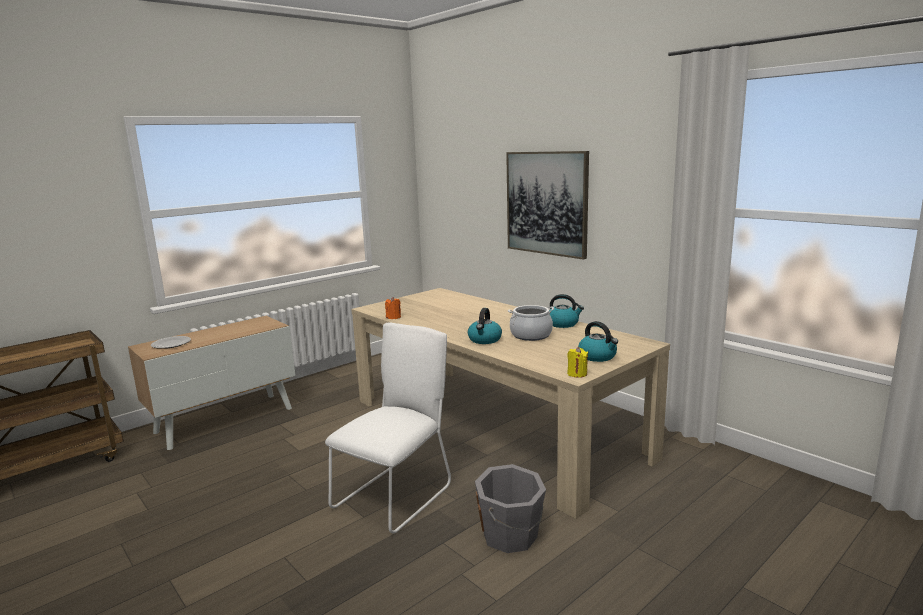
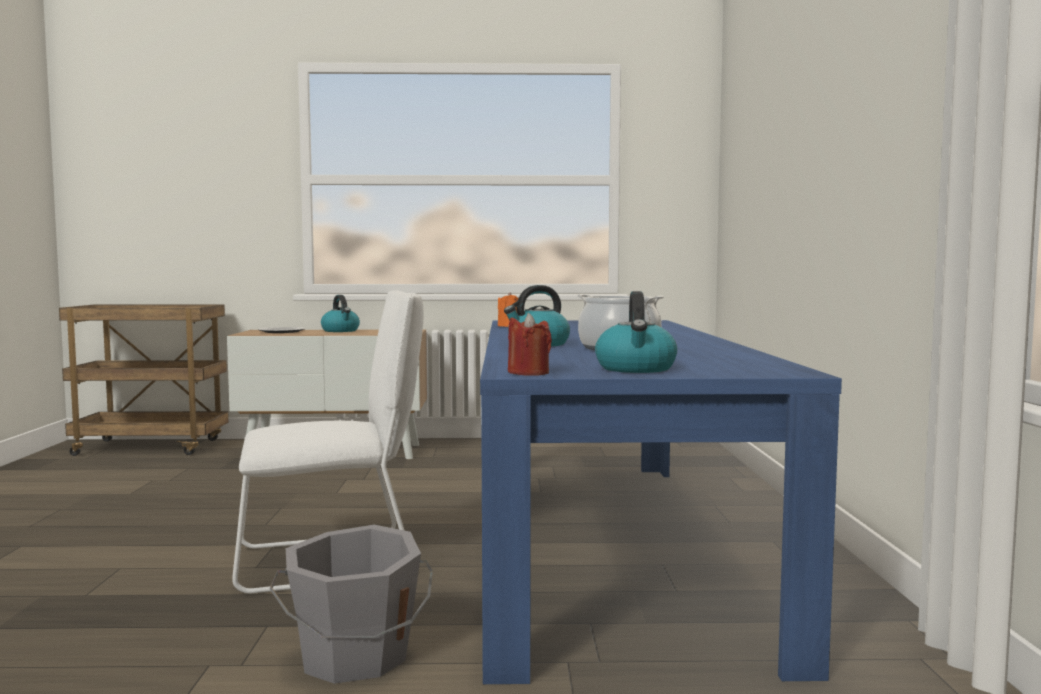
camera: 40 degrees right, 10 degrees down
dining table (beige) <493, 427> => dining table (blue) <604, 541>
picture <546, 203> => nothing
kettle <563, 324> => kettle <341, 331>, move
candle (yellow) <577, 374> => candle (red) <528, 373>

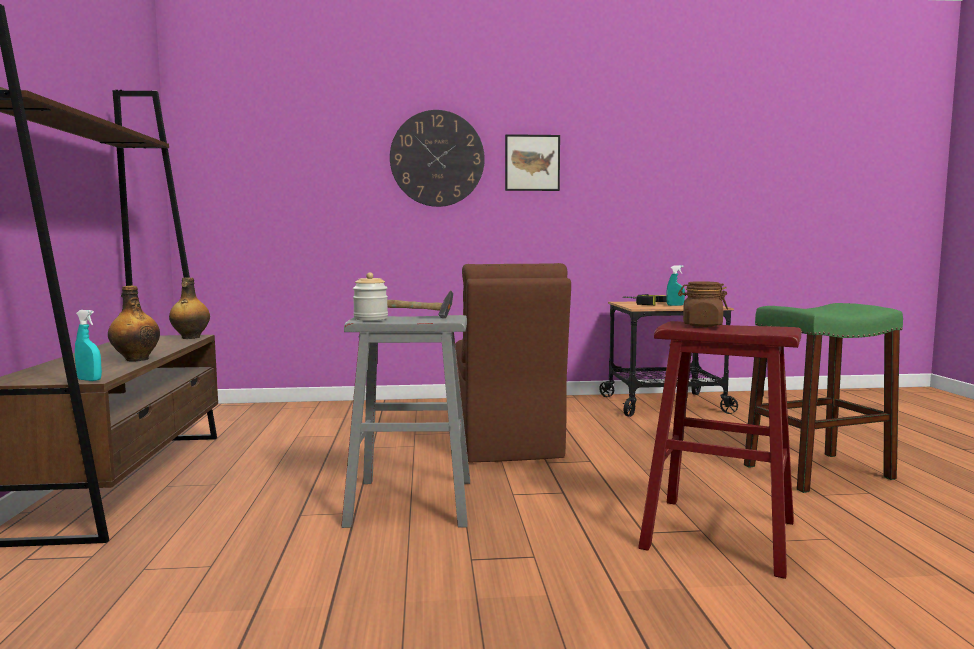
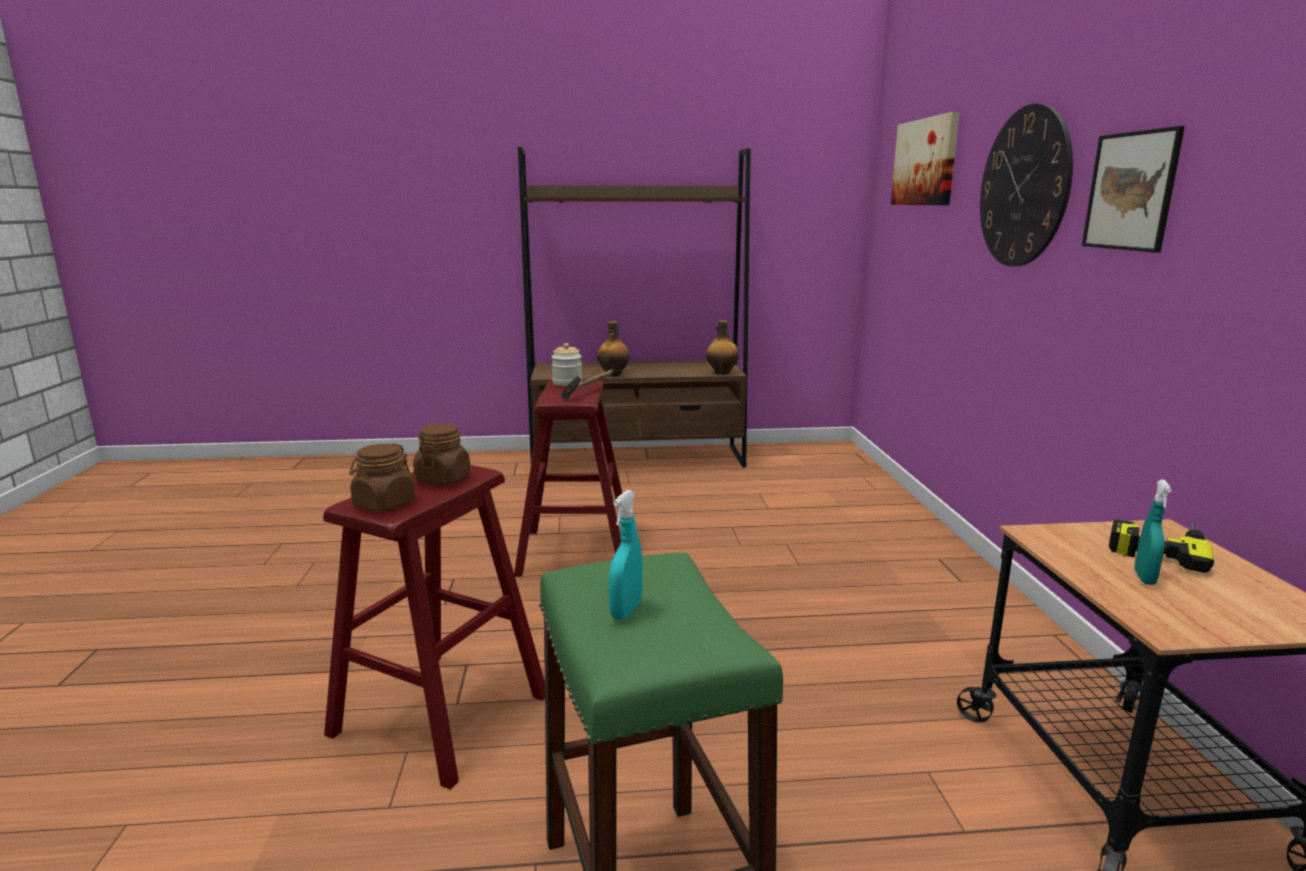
camera: 90 degrees right, 10 degrees up
spray bottle (turquoise) <89, 380> => spray bottle (turquoise) <626, 610>, move
stool (grey) <411, 502> => stool (red) <576, 552>
chair (brown) <506, 444> => nothing
nothing => jar (brown) <384, 504>
nothing => picture <925, 162>

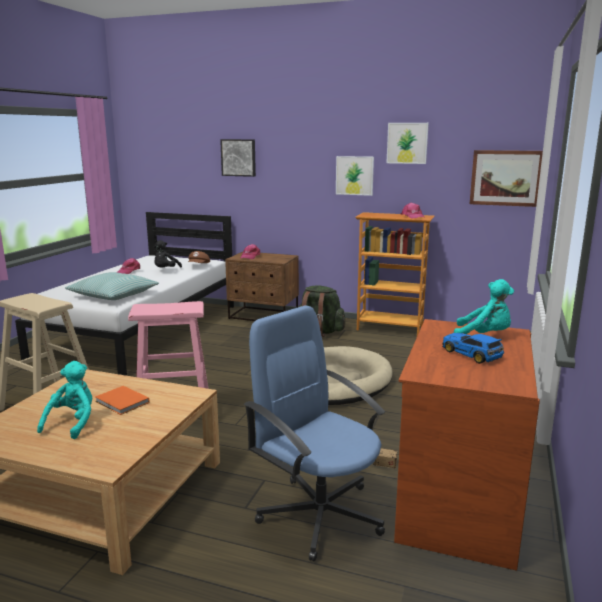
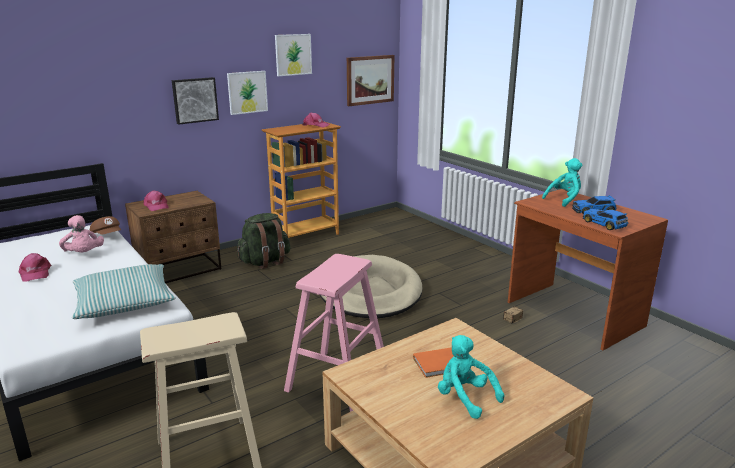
camera: 55 degrees left, 5 degrees up
plush toy (black) <166, 270> => plush toy (pink) <84, 254>
picture <239, 157> => picture <195, 100>, move
office chair (blue) <319, 514> => nothing
nothing => toy car <604, 224>

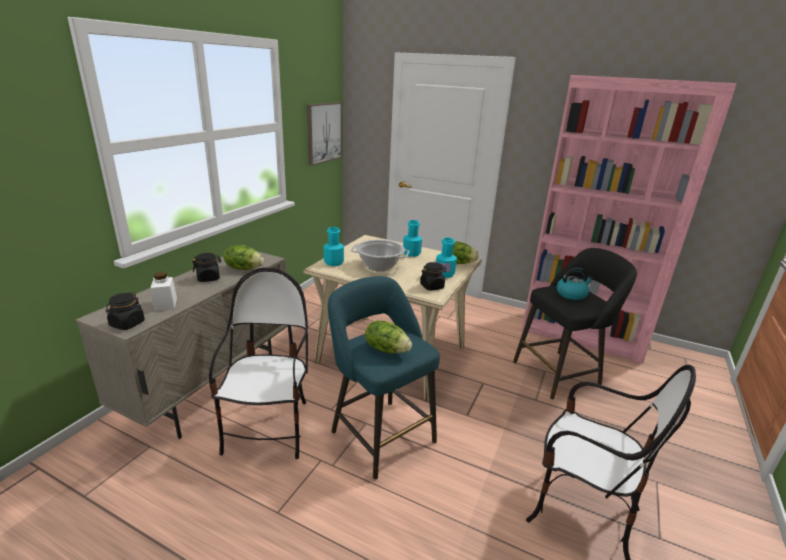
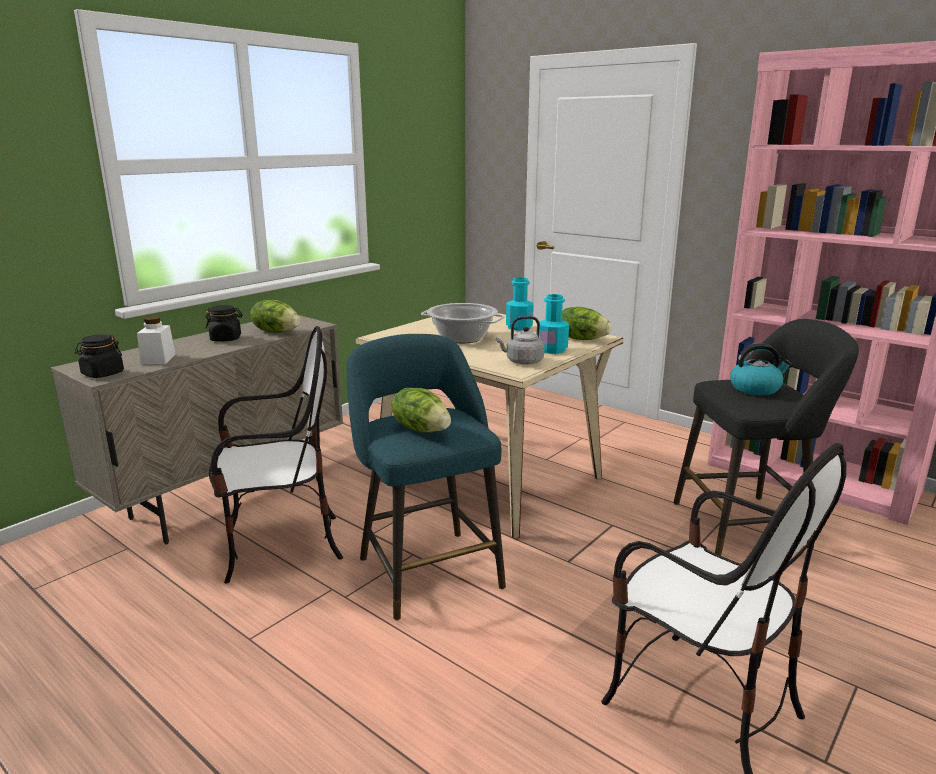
camera: 15 degrees right, 5 degrees down
chair <269, 428> => chair <281, 546>, 60 degrees clockwise
picture <324, 132> => nothing
bottle (turquoise) <333, 262> => nothing
jar (black) <432, 286> => kettle (grey) <522, 361>

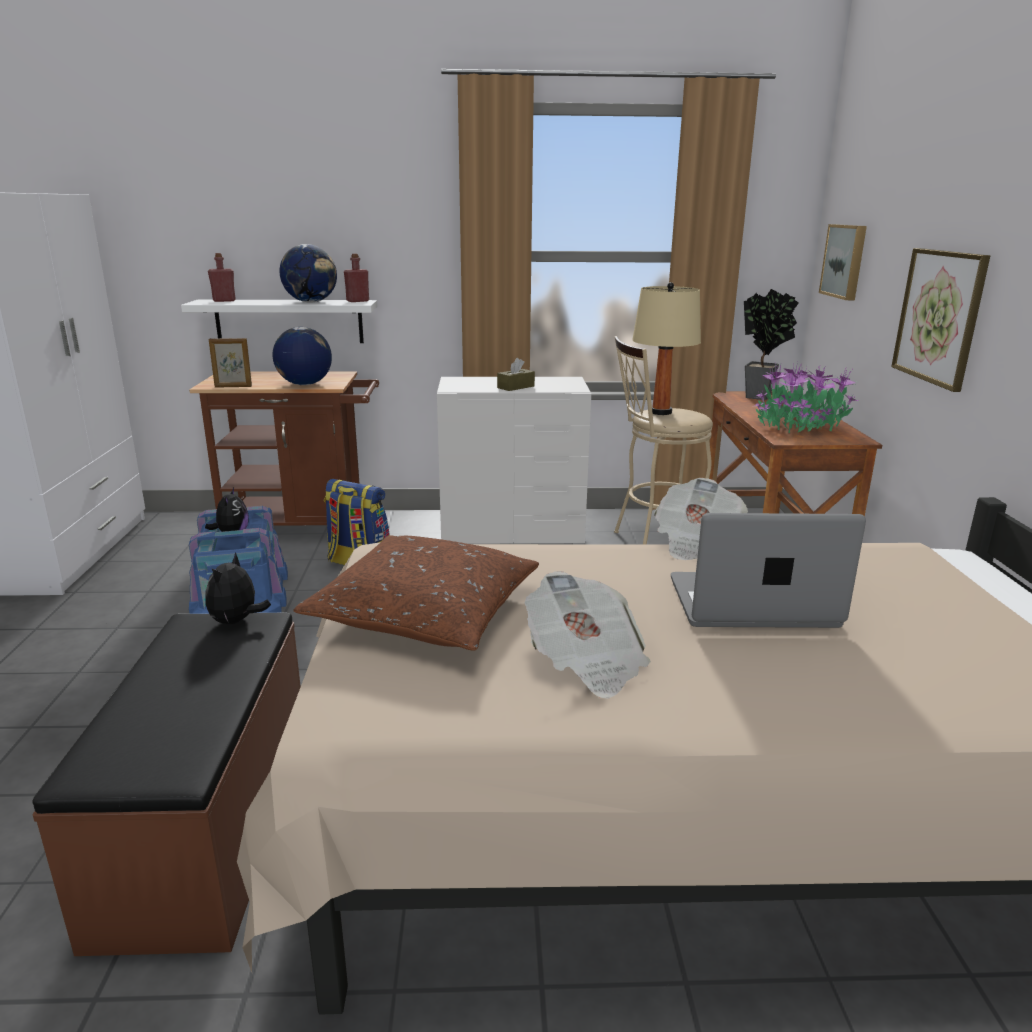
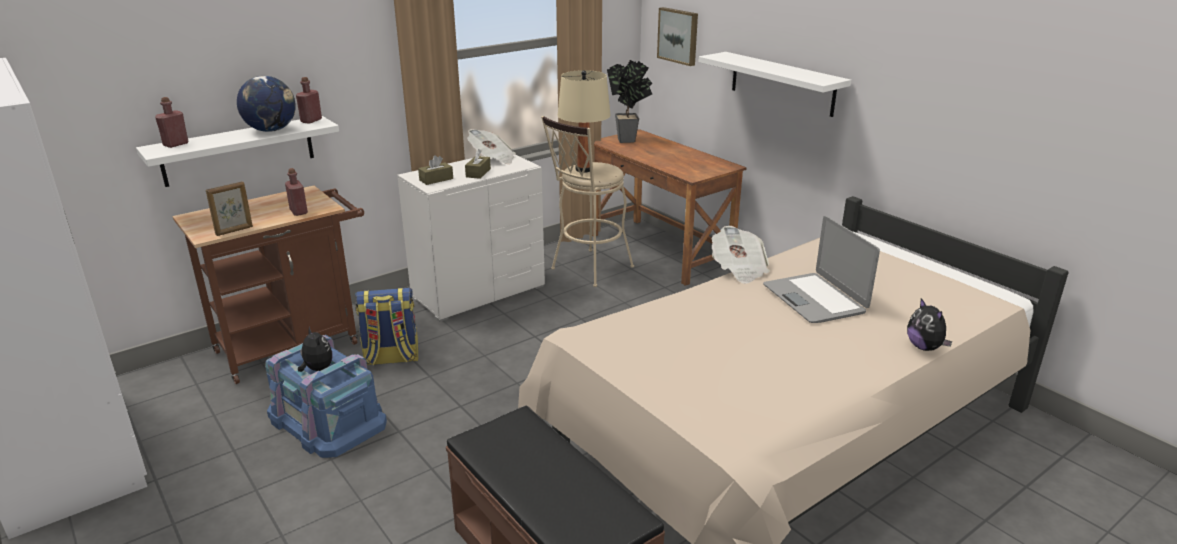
camera: 35 degrees left, 5 degrees up
plush toy <237, 621> => plush toy <925, 347>, move
globe <304, 384> => bottle (red) <298, 212>
pillow (brown) <426, 611> => nothing
newspaper <586, 662> => newspaper <493, 159>, move
laptop <752, 604> => laptop <815, 299>, 75 degrees counterclockwise
potted plant <799, 426> => nothing
picture <939, 316> => shelf (white) <782, 83>
nothing => tissue box (brown) <436, 179>

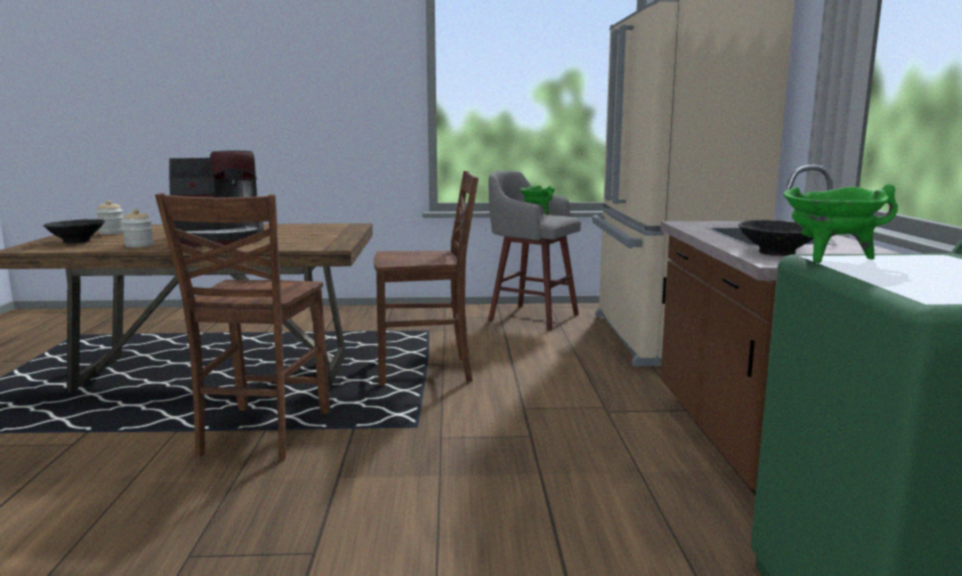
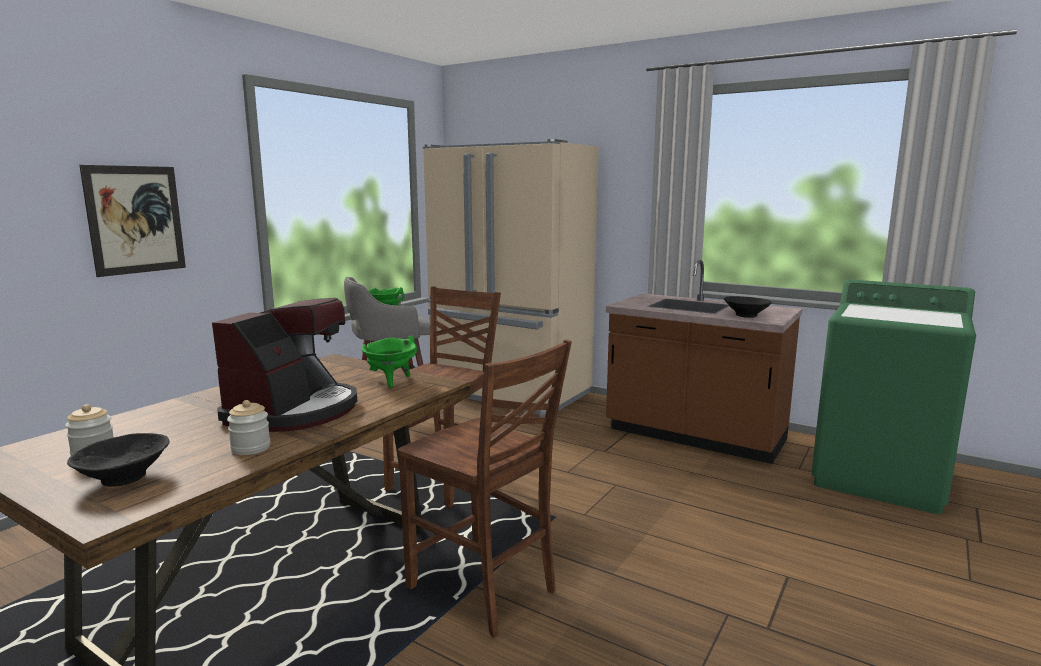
camera: 55 degrees left, 0 degrees up
cooking pot (green) <829, 258> => cooking pot (green) <390, 381>, move
nothing => picture <135, 219>

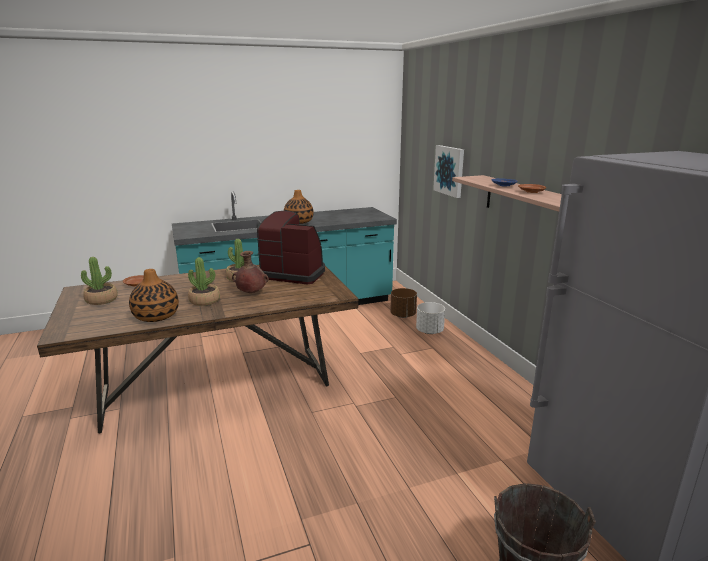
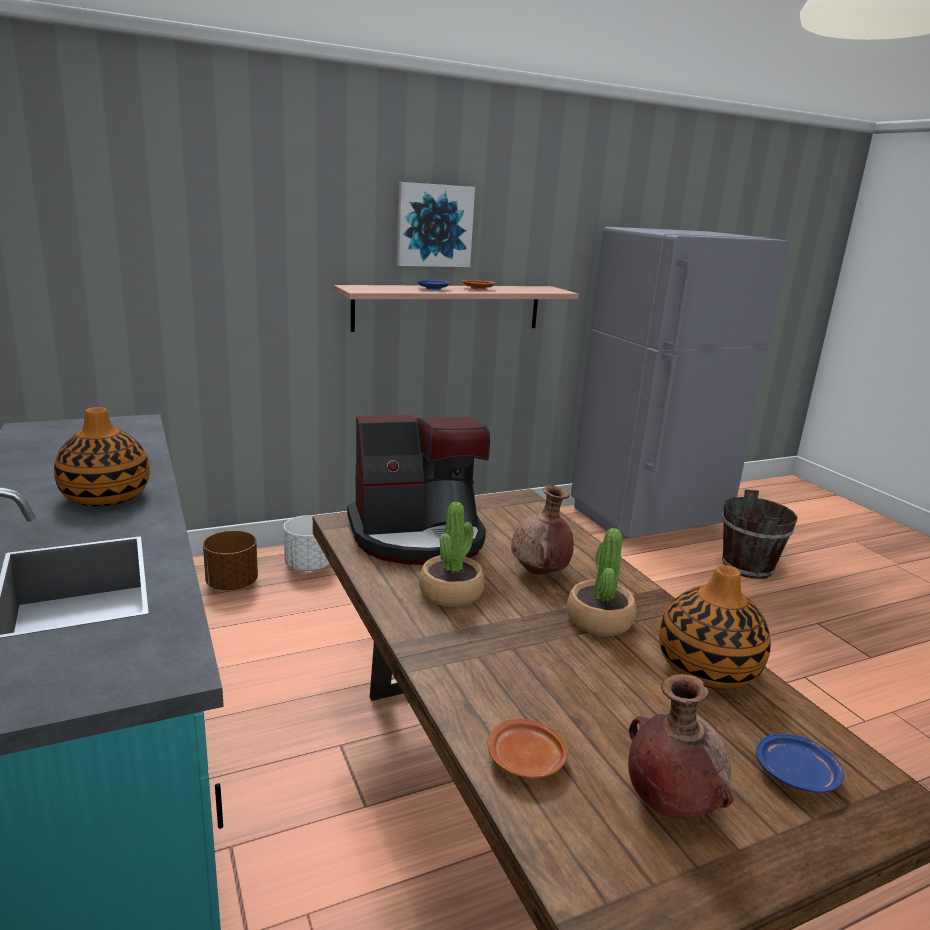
camera: 95 degrees left, 0 degrees up
potted plant <101, 300> => vase (brown) <669, 801>
coffee machine <293, 273> => coffee machine <418, 536>, 120 degrees counterclockwise
picture <449, 170> => picture <434, 225>, move
nothing => plate (blue) <796, 774>

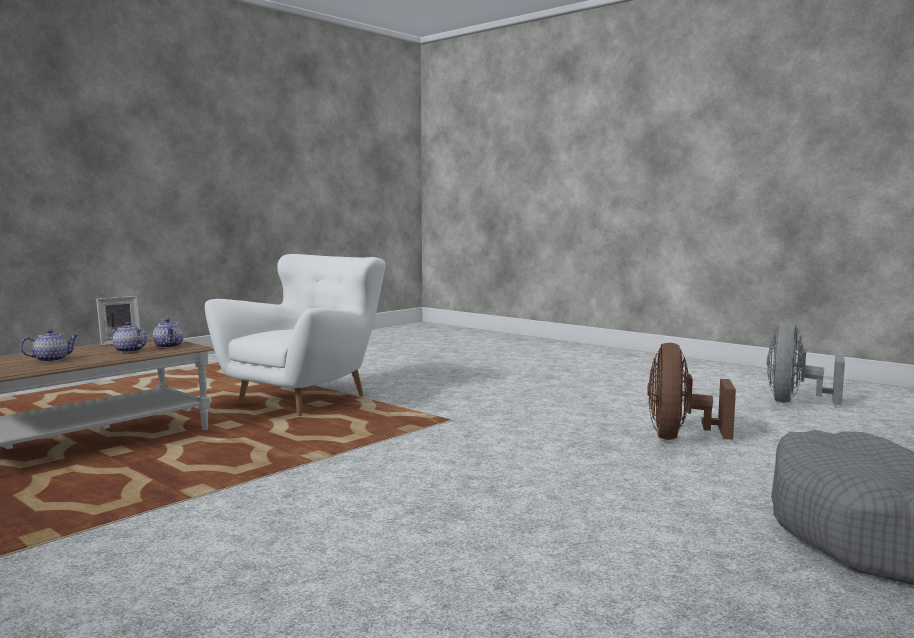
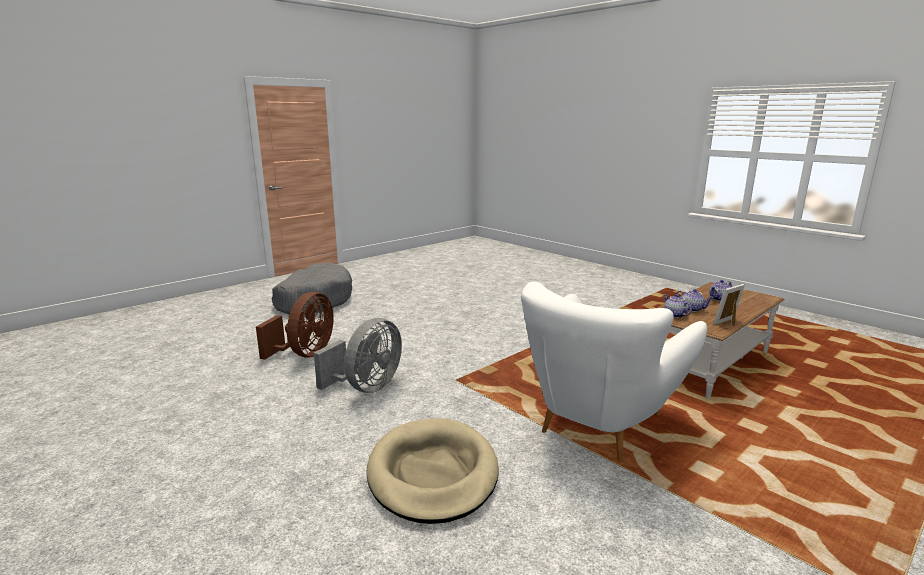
camera: 175 degrees left, 10 degrees up
fan (grey) <794, 402> => fan (grey) <366, 387>, move
nothing => dog bed (beige) <432, 473>

